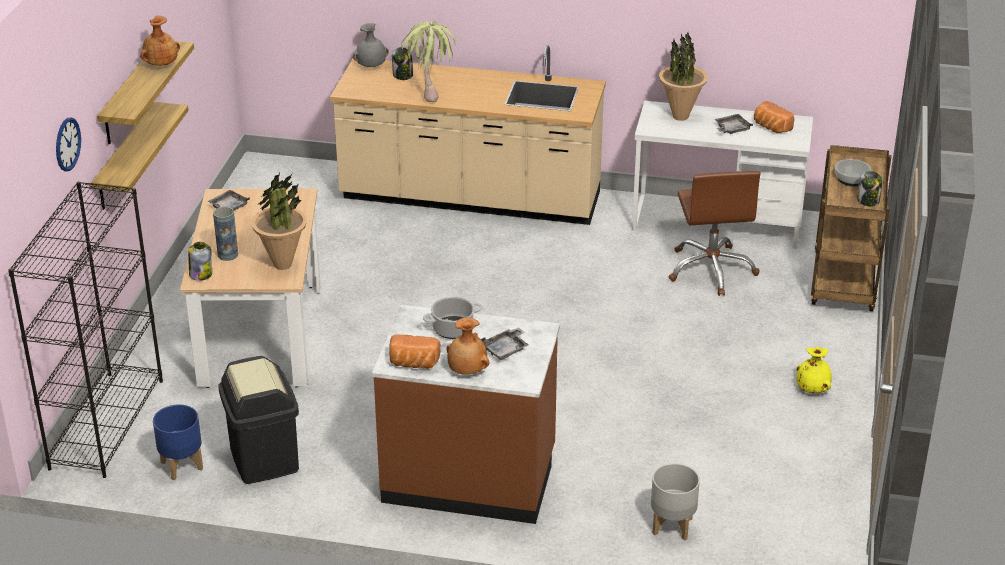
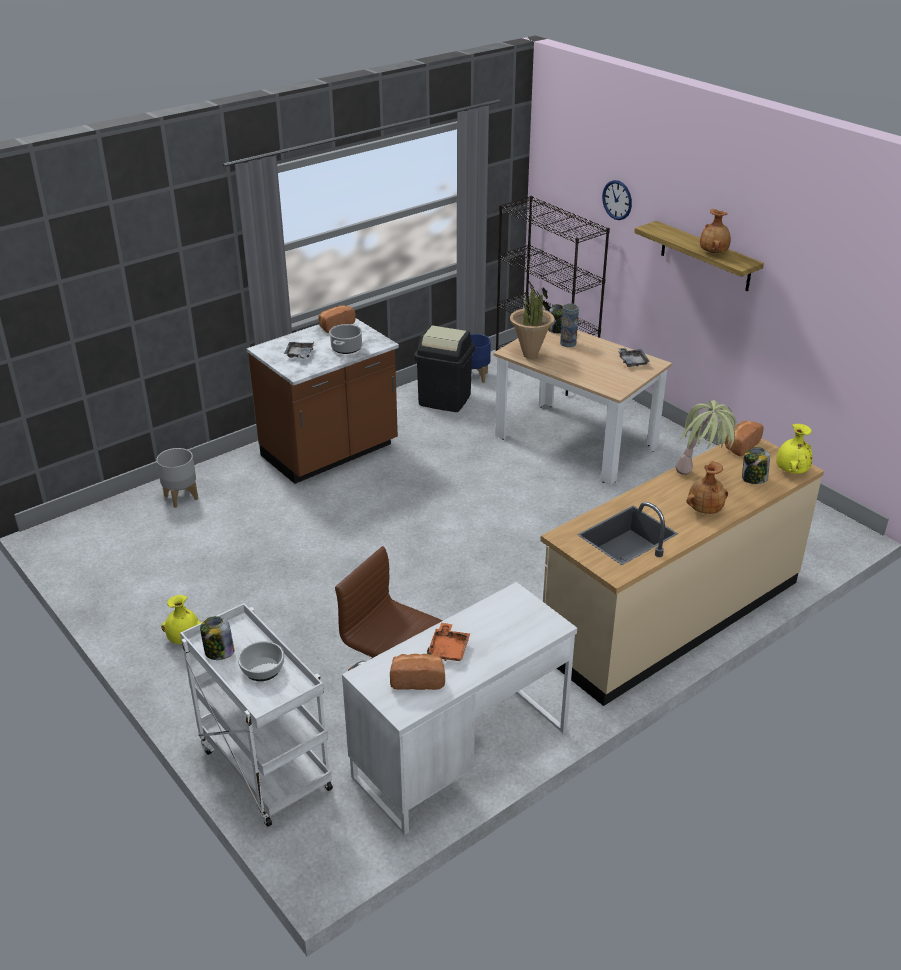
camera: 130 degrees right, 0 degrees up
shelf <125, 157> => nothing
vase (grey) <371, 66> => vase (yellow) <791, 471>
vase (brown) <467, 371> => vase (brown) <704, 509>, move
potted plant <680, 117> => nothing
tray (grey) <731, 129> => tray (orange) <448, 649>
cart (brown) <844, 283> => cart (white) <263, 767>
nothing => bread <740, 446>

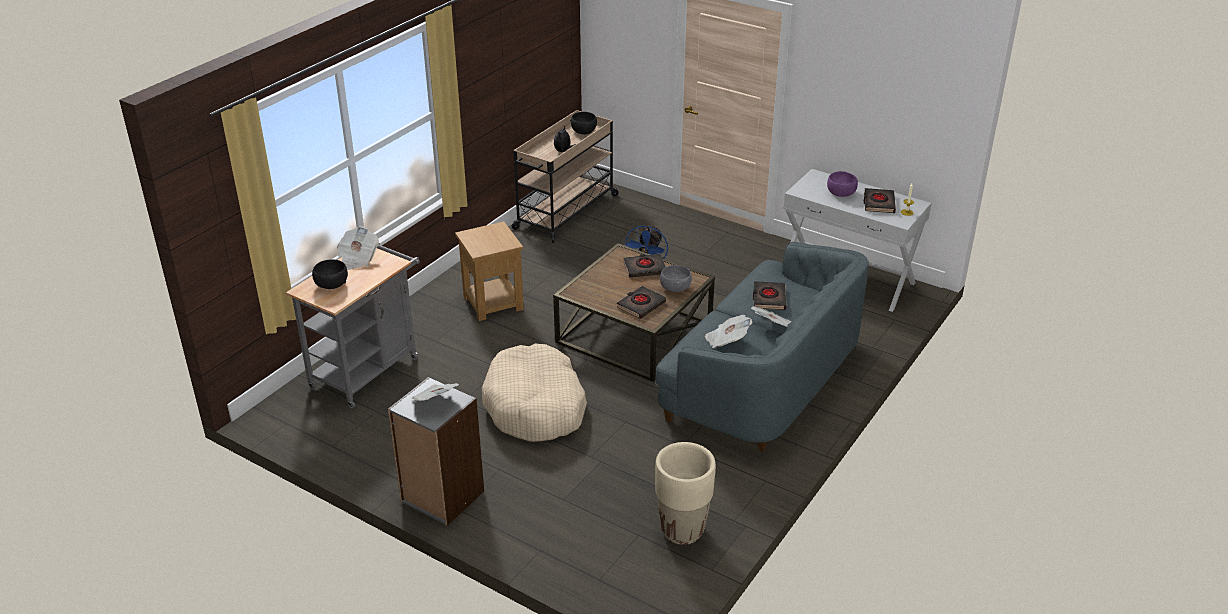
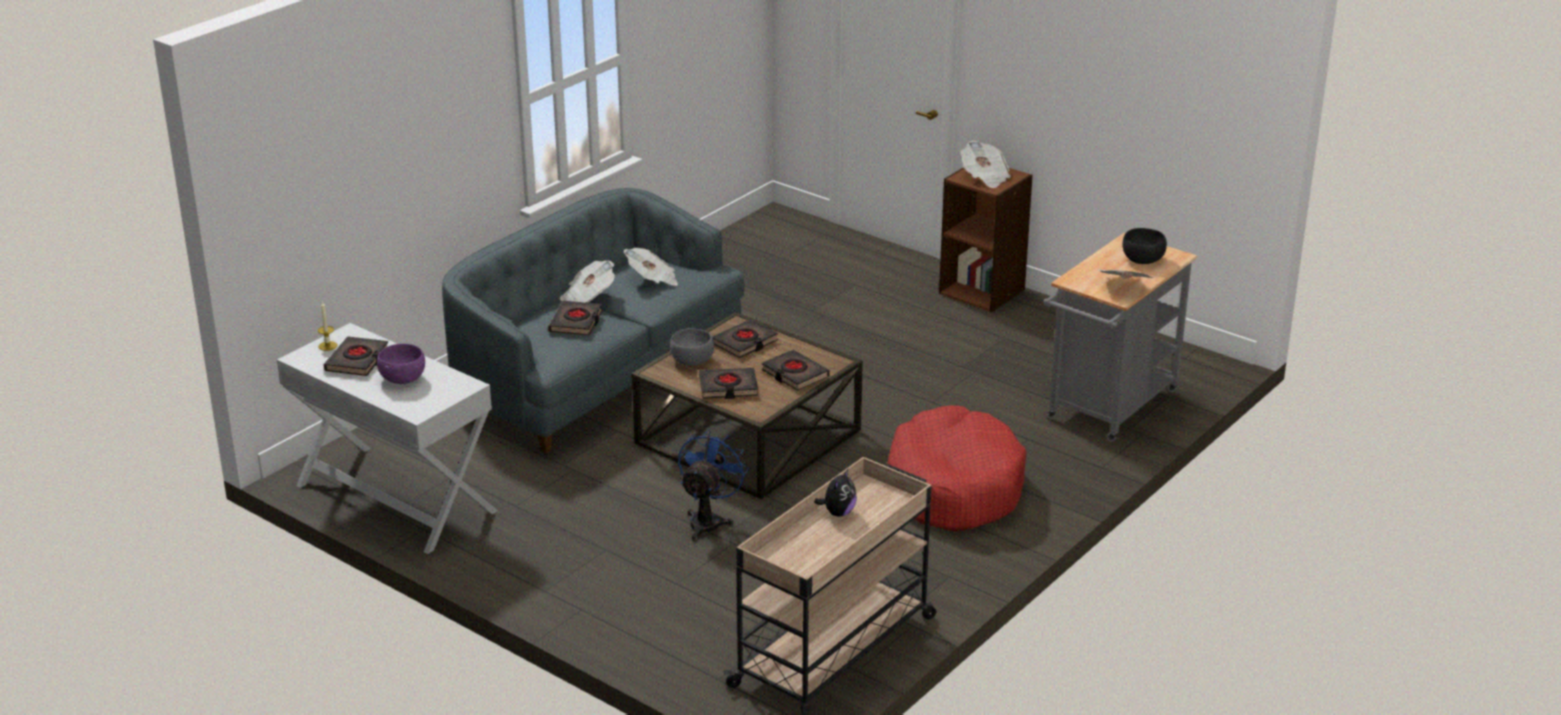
camera: 175 degrees left, 5 degrees down
bookcase (grey) <442, 497> => bookcase (brown) <982, 291>
side table (brown) <492, 302> => dog bed (red) <954, 487>
dog bed (beige) <535, 406> => nothing
bowl (black) <583, 131> => nothing
planter (beige) <682, 530> => nothing
nothing => book (black) <795, 374>

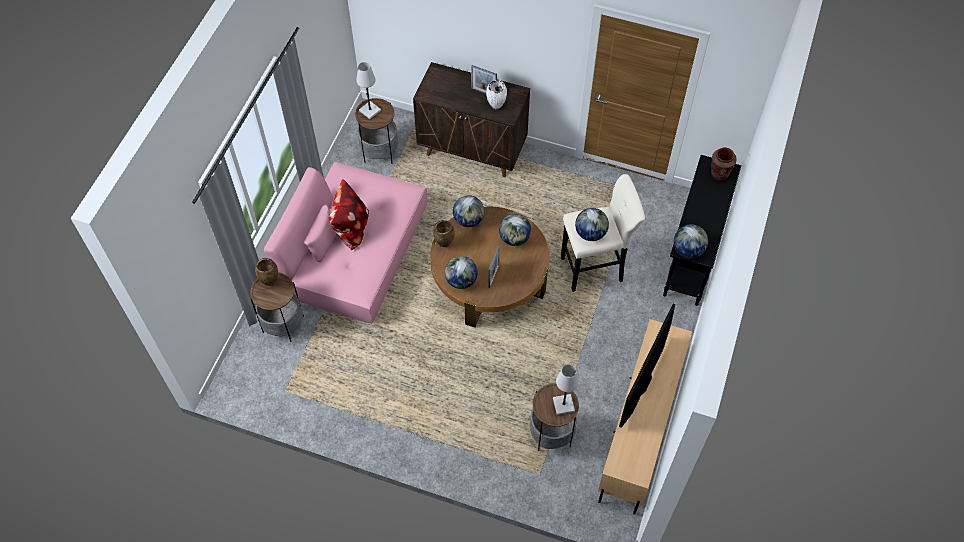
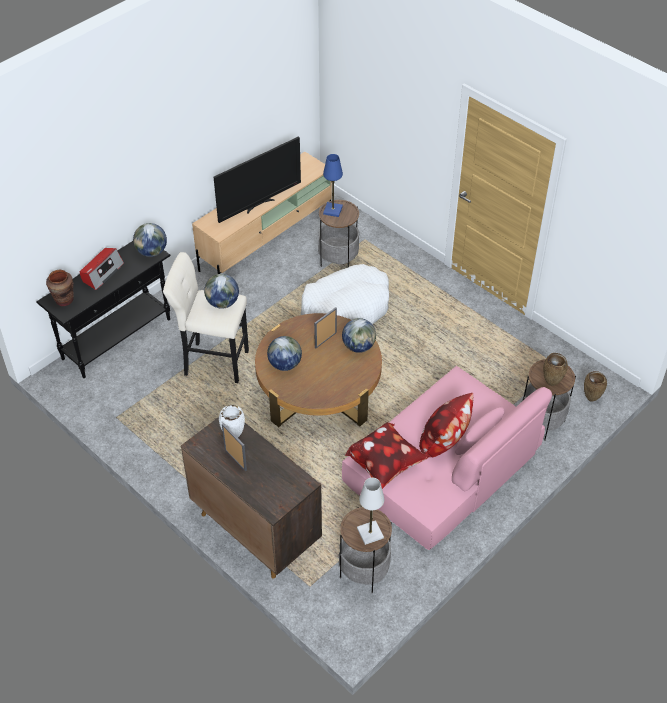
camera: 155 degrees left, 10 degrees down
vase (brown) <444, 245> => vase (brown) <591, 399>, move
globe <468, 220> => nothing
table lamp (white) <563, 405> => table lamp (blue) <333, 210>
nothing => radio <102, 273>
nothing => dog bed (white) <346, 307>
nothing => pillow <386, 466>

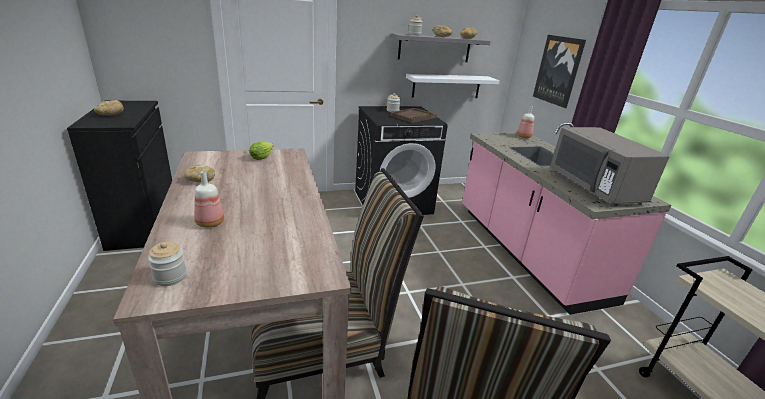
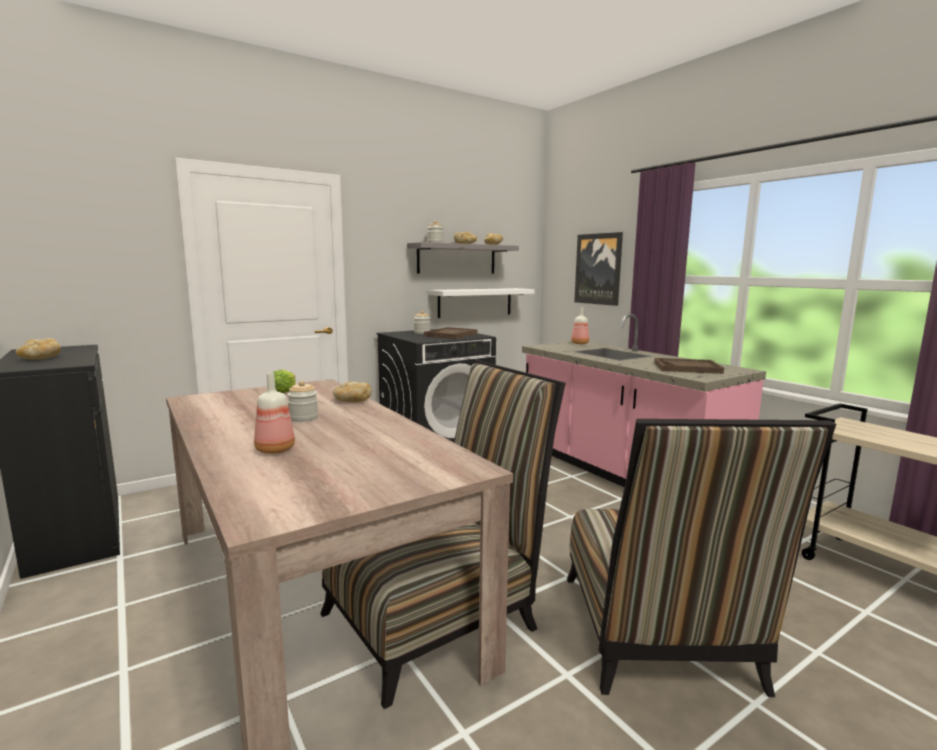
camera: 15 degrees left, 15 degrees down
jar <170, 277> => jar <303, 418>, move
bread <200, 180> => bread <352, 401>, move
microwave (grey) <594, 187> => tray (brown) <687, 368>

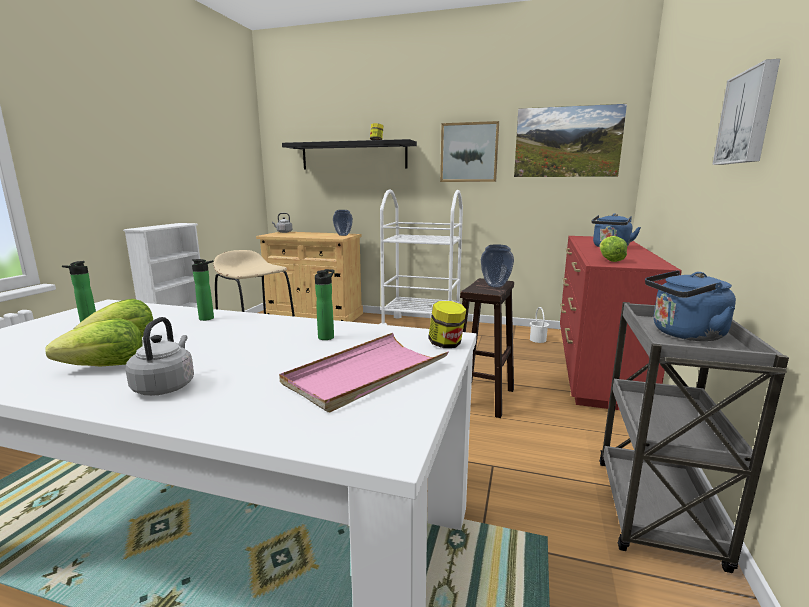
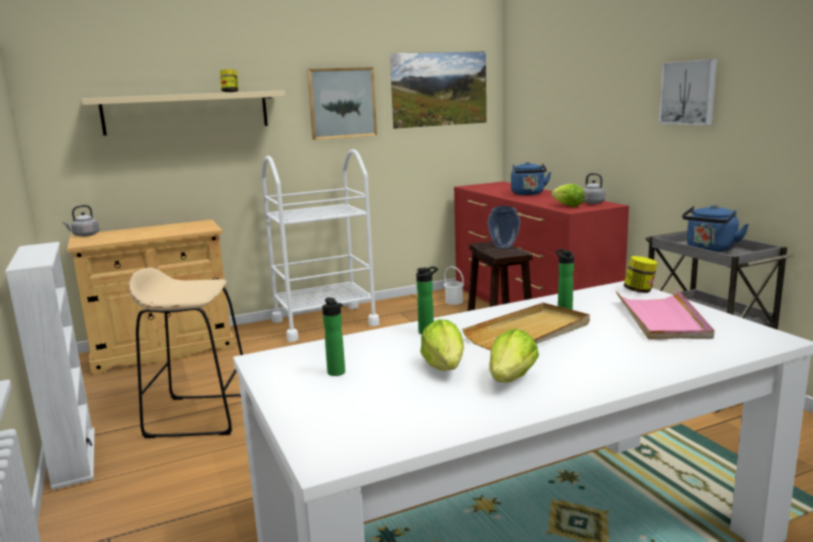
camera: 40 degrees left, 0 degrees up
kettle (grey) <166, 386> => kettle (grey) <591, 202>, move
shelf (black) <353, 156> => shelf (beige) <187, 112>
vase <343, 235> => nothing
nothing => tray (beige) <529, 332>

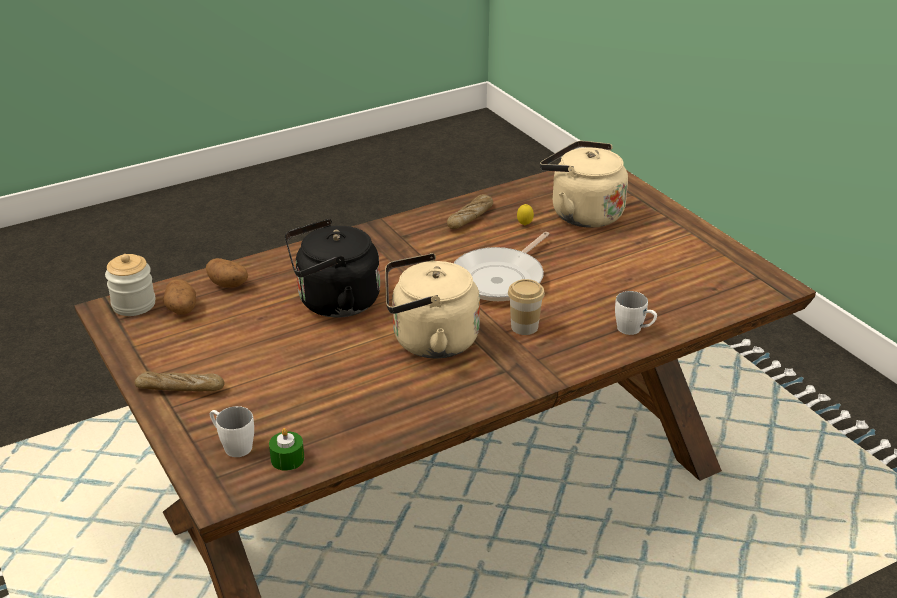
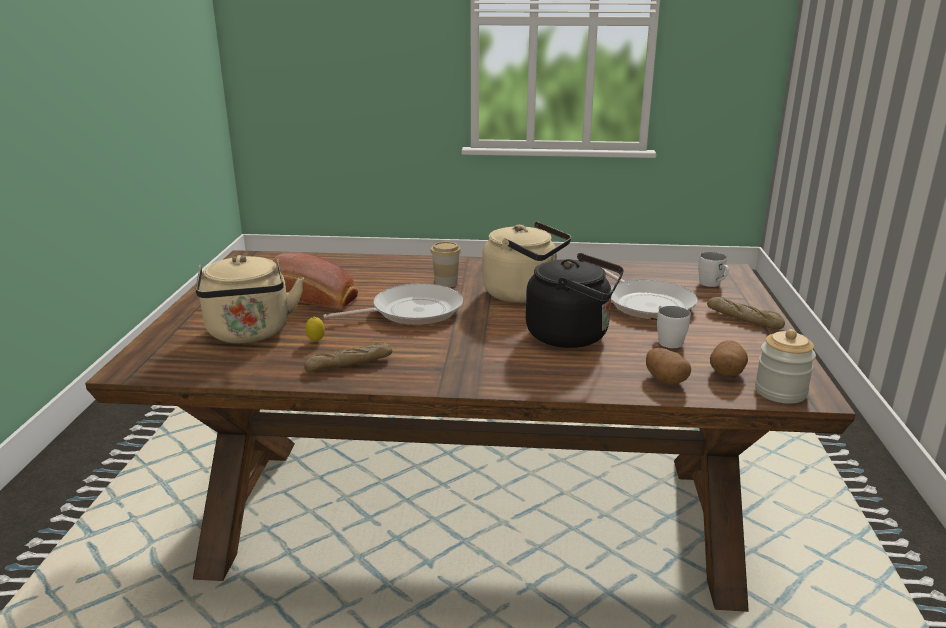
camera: 145 degrees left, 10 degrees down
candle (green) <287, 459> => nothing
mug (white) <634, 330> => mug (white) <667, 340>, move
nothing => bread <318, 299>
nothing => frying pan <647, 304>

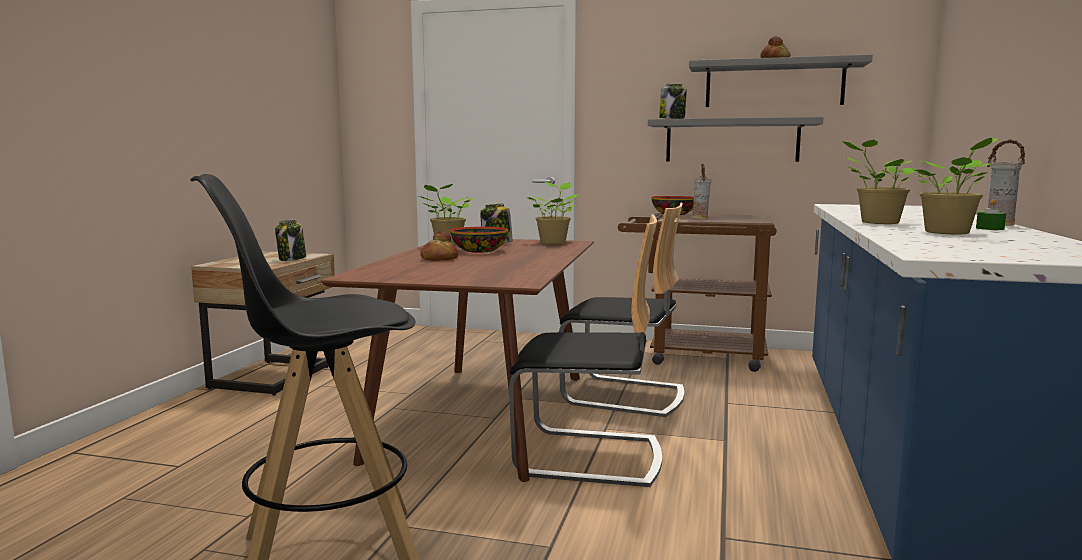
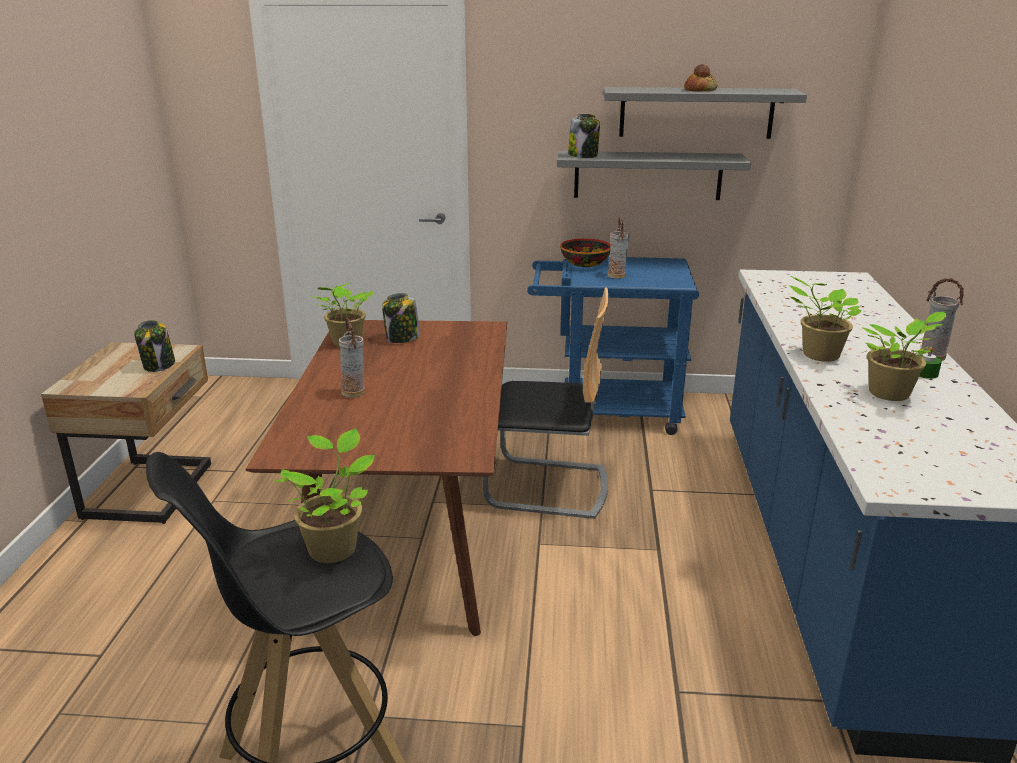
camera: 10 degrees left, 15 degrees up
bread <439, 259> => vase <354, 392>
bowl <479, 251> => nothing
chair <589, 456> => nothing
potted plant <554, 242> => potted plant <334, 547>, move
cart (brown) <694, 355> => cart (blue) <607, 411>

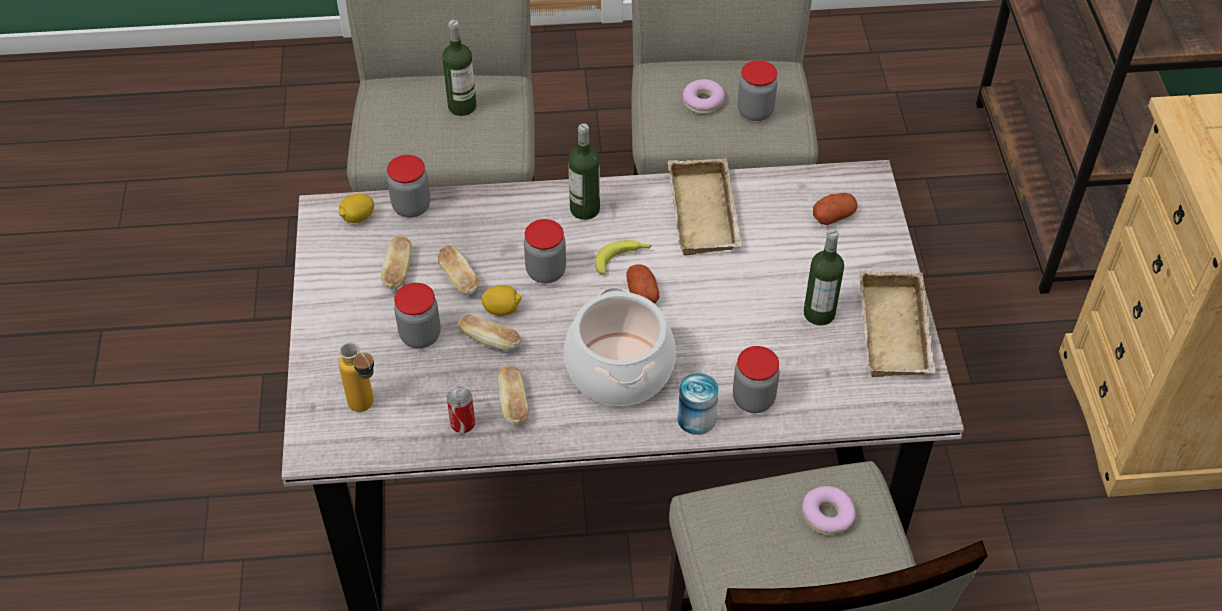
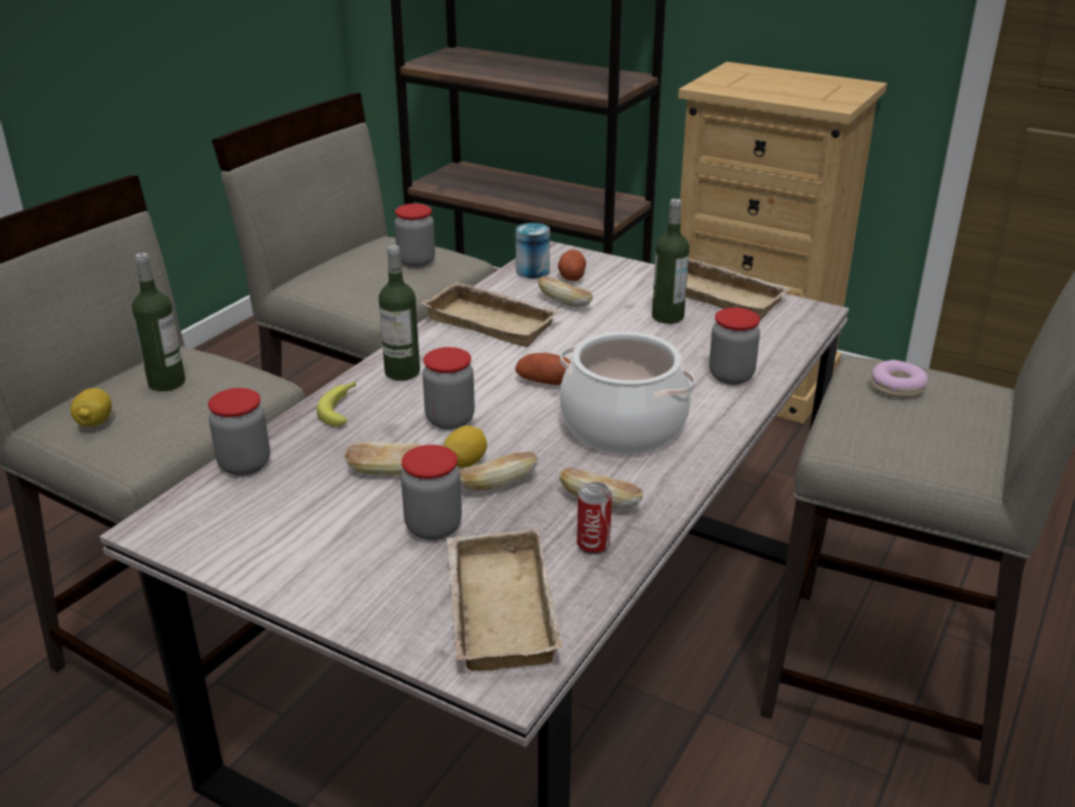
camera: 55 degrees left, 20 degrees down
lemon <357, 217> => lemon <95, 422>, move
bottle <367, 409> => tray (beige) <495, 607>
bread <398, 271> => bread <564, 303>, move
banana <623, 259> => banana <342, 408>, move
can <696, 418> => can <532, 271>, move
donut <703, 101> => nothing

